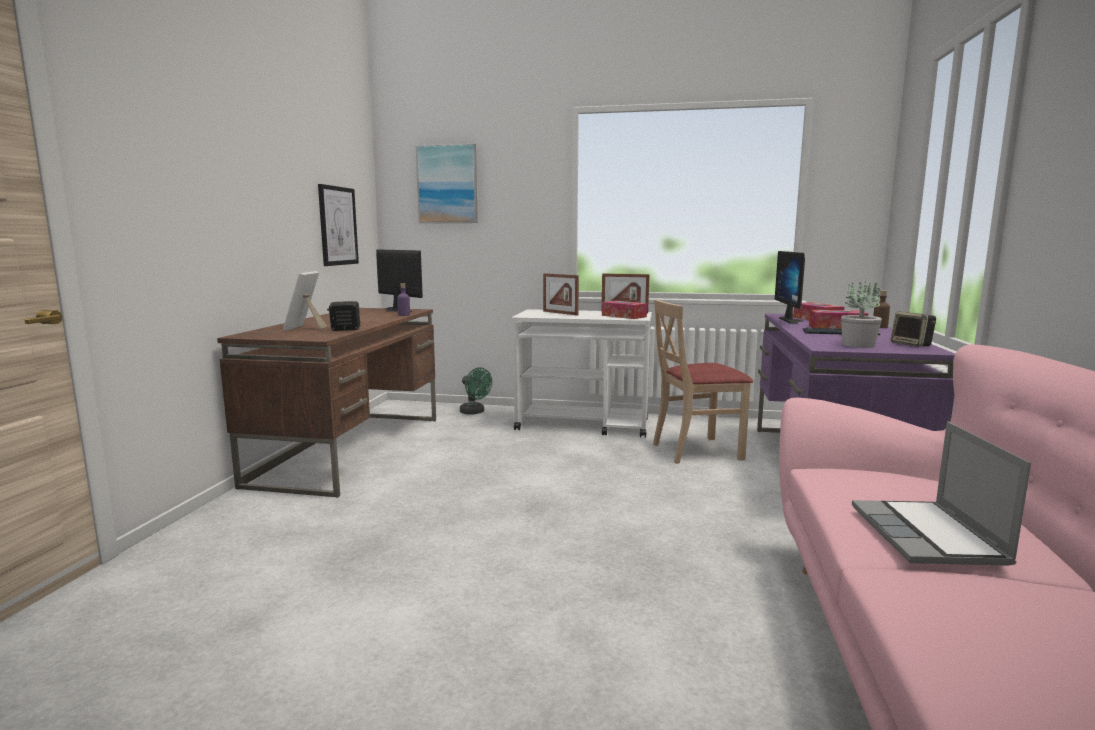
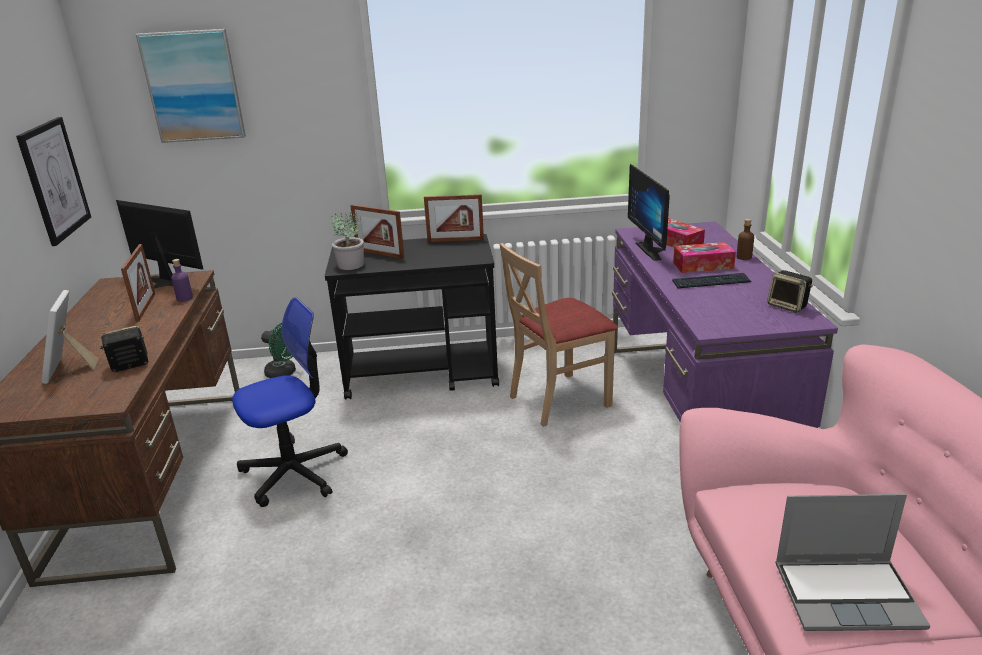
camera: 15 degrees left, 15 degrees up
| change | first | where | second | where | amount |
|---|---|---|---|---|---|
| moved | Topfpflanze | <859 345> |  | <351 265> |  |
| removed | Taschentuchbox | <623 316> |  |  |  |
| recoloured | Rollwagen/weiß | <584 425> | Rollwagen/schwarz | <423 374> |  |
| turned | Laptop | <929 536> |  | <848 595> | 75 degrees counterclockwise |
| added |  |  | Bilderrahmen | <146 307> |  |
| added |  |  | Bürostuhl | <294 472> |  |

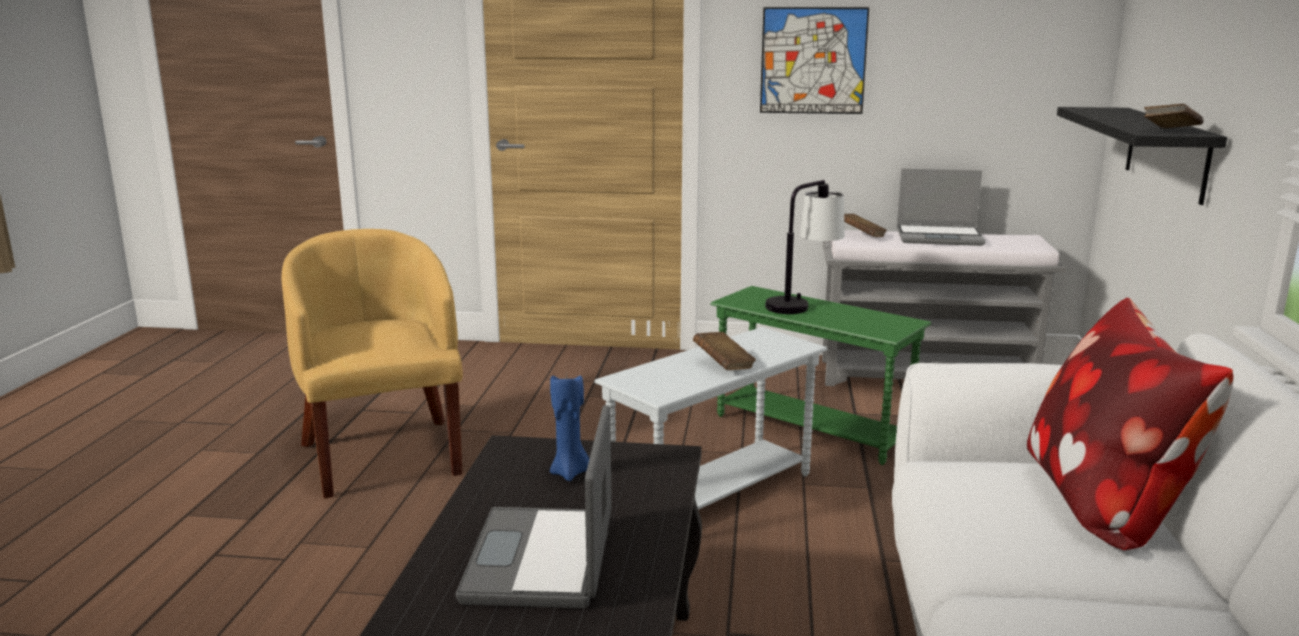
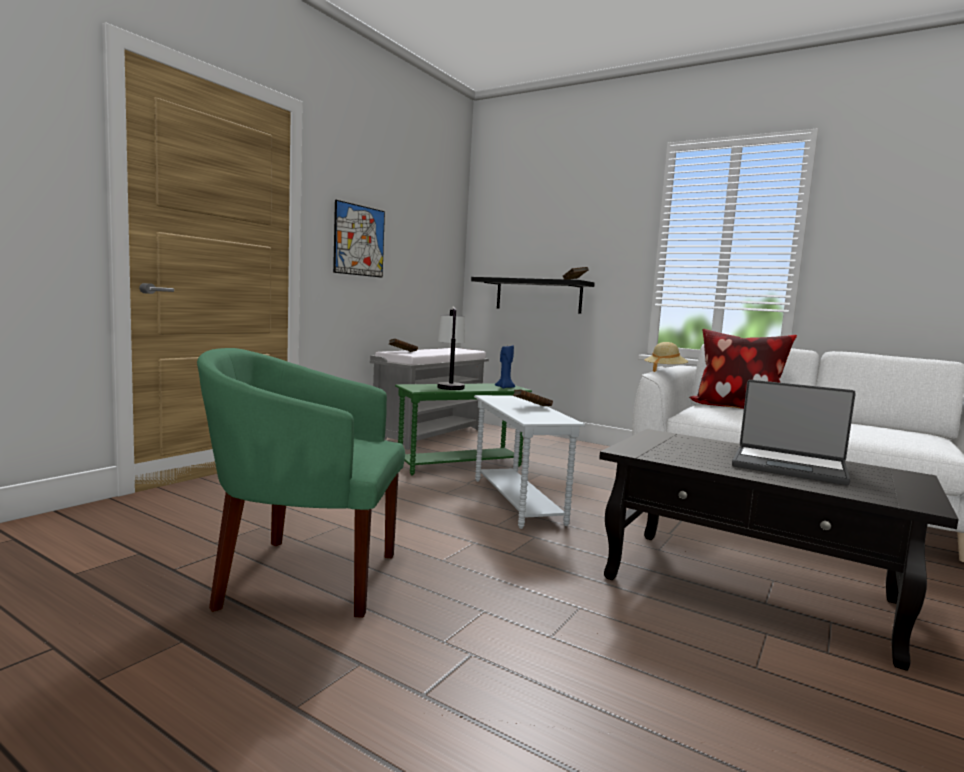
camera: 65 degrees left, 10 degrees down
| change | first | where | second | where | amount |
|---|---|---|---|---|---|
| removed | Laptop | <940 237> |  |  |  |
| recoloured | Sessel/gelb | <383 454> | Sessel/grün | <303 577> |  |
| moved | Kerze/blau | <570 473> |  | <504 387> |  |
| added |  |  | Hut/beige | <664 371> |  |

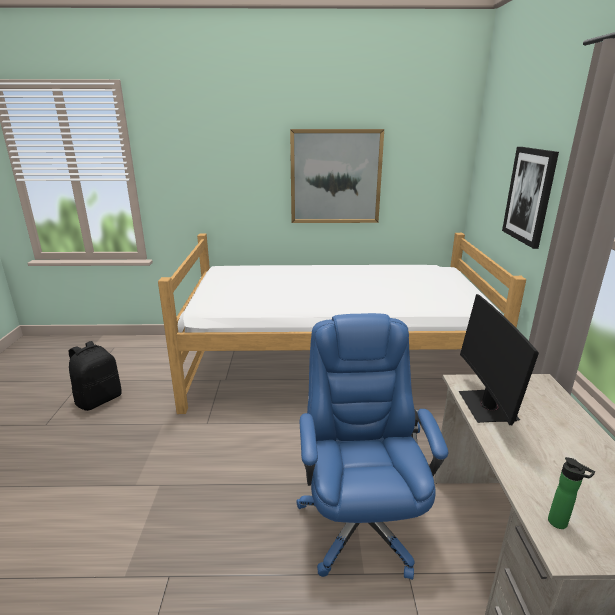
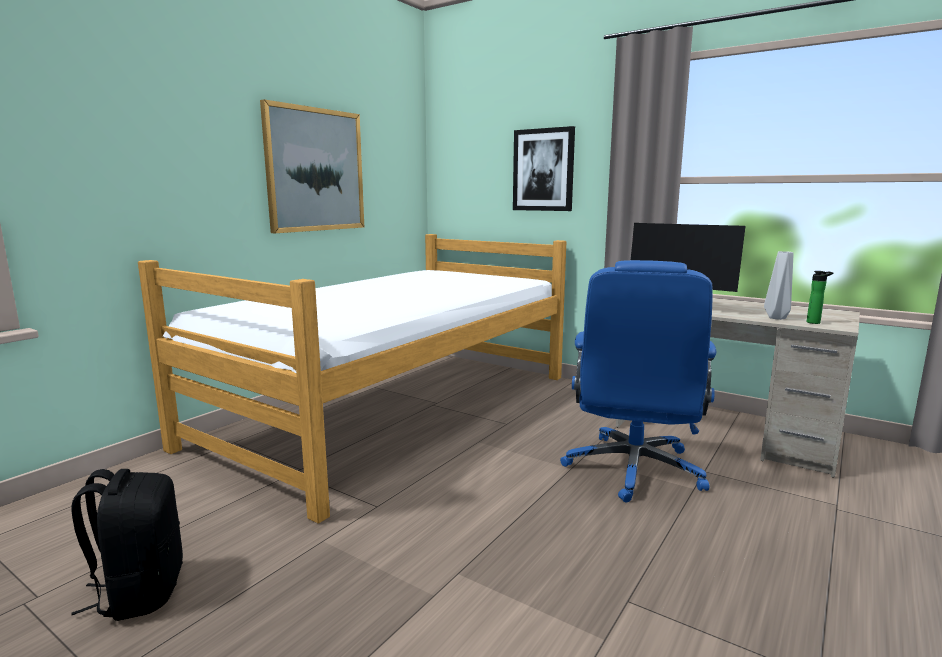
camera: 55 degrees left, 10 degrees down
| change | first | where | second | where | amount |
|---|---|---|---|---|---|
| turned | Bürostuhl/blau | <361 521> |  | <633 470> | 105 degrees counterclockwise |
| added |  |  | Vase/grau | <776 317> |  |

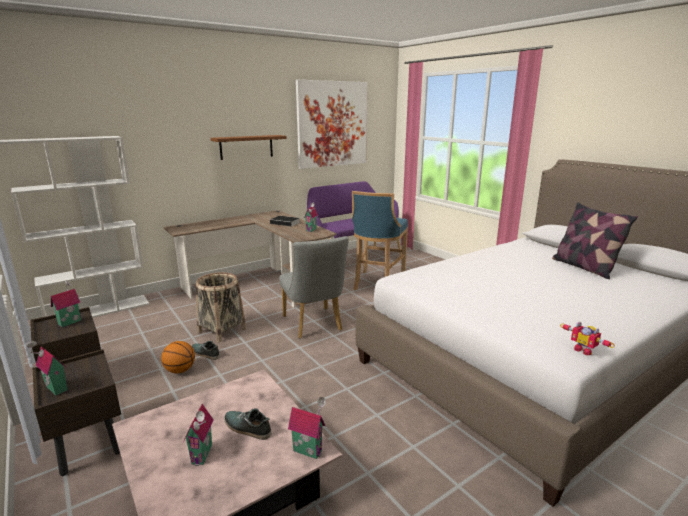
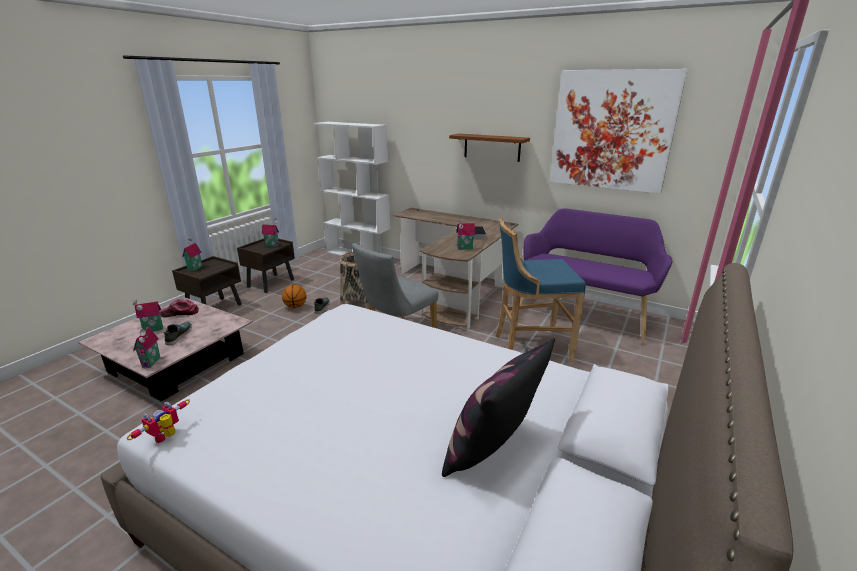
camera: 65 degrees right, 5 degrees up
| change | first | where | second | where | amount |
|---|---|---|---|---|---|
| added |  |  | Kappe | <180 313> |  |

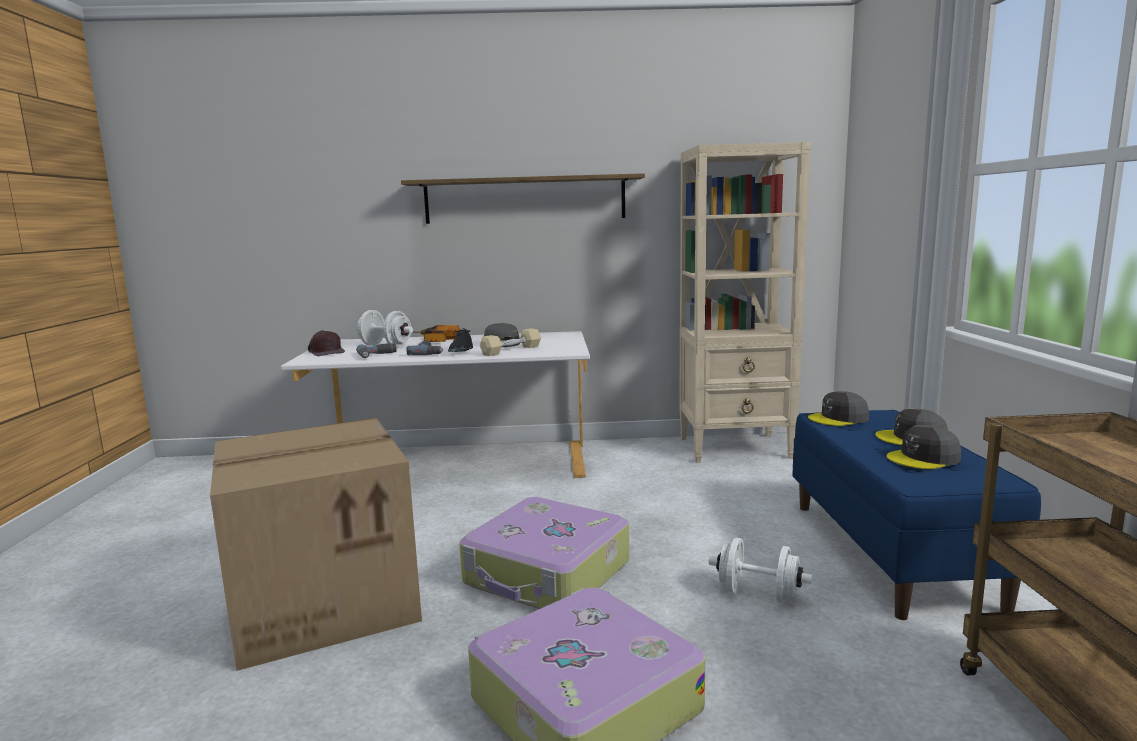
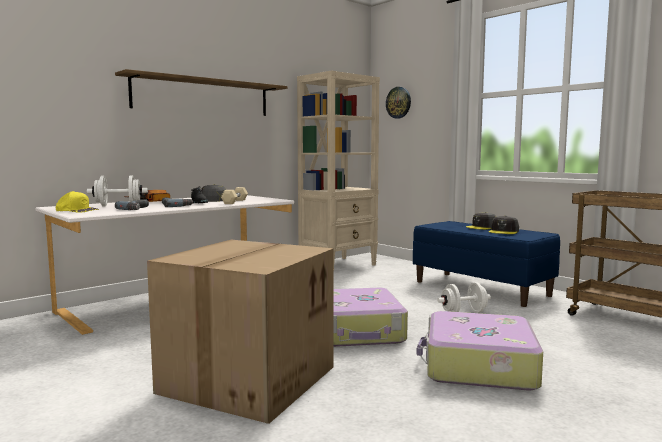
camera: 40 degrees left, 5 degrees down
| change | first | where | second | where | amount |
|---|---|---|---|---|---|
| recoloured | Kappe/braun | <326 352> | Kappe/gelb | <76 210> |  |
| removed | Kappe/grau | <838 418> |  |  |  |
| added |  |  | Wanduhr | <398 102> |  |

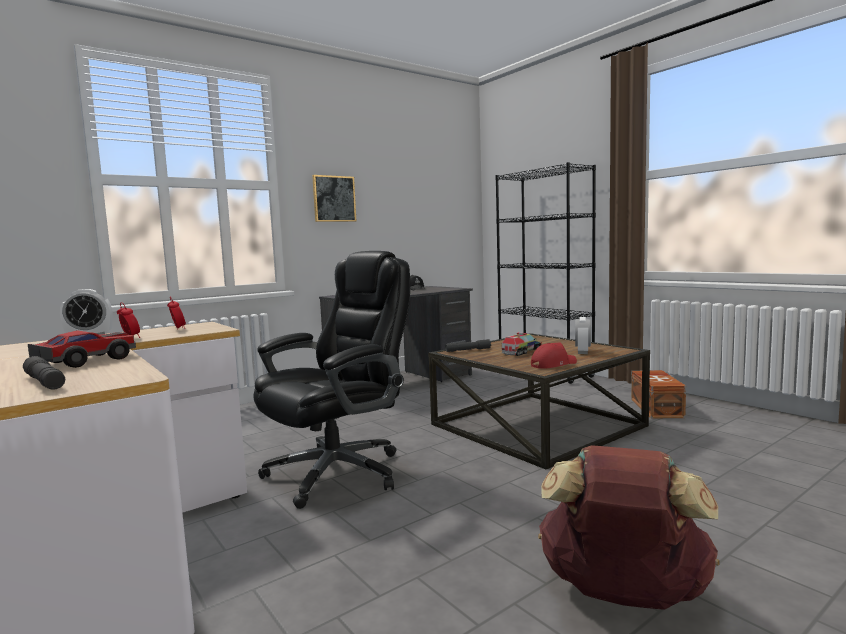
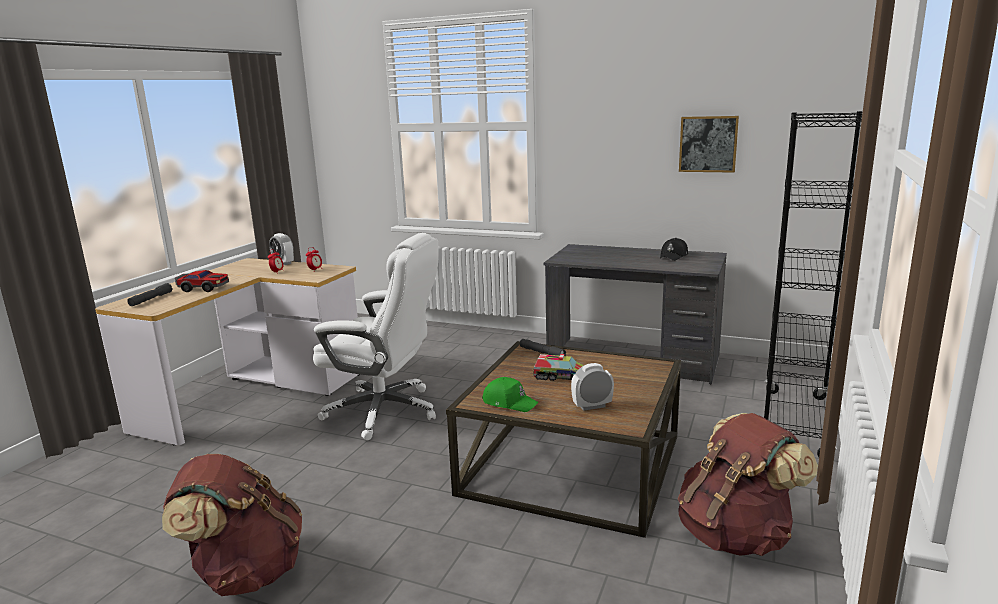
camera: 60 degrees right, 10 degrees up
| change | first | where | second | where | amount |
|---|---|---|---|---|---|
| moved | Bild | <334 199> |  | <708 144> |  |
| recoloured | Bürostuhl/schwarz | <338 472> | Bürostuhl/weiß | <385 411> |  |
| recoloured | Kappe/rot | <553 364> | Kappe/grün | <509 402> |  |
| replaced | Aufbewahrungsbox/braun | <657 407> | Rucksack/braun | <735 535> |  |

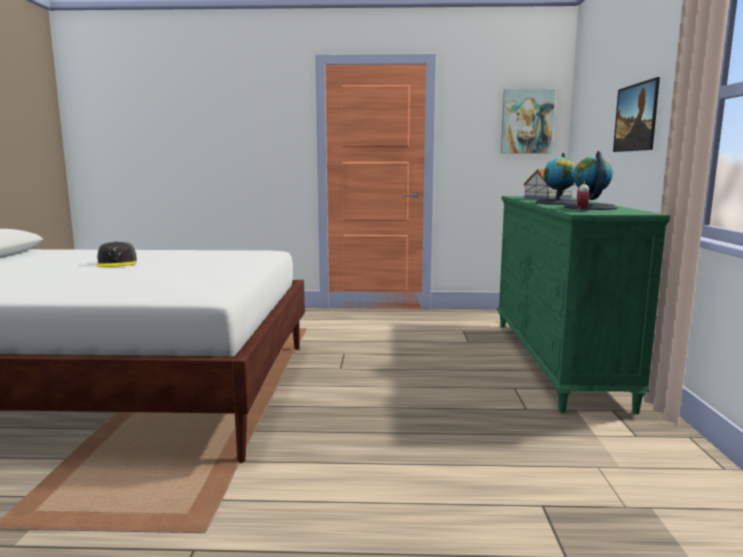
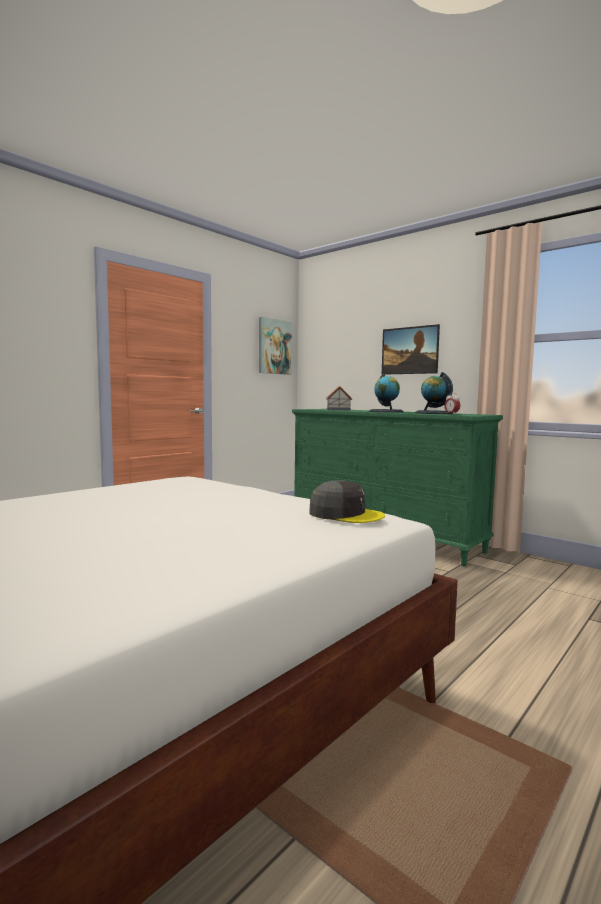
camera: 50 degrees left, 5 degrees down
| change | first | where | second | where | amount |
|---|---|---|---|---|---|
| moved | Kappe/grau | <117 263> |  | <345 514> |  |

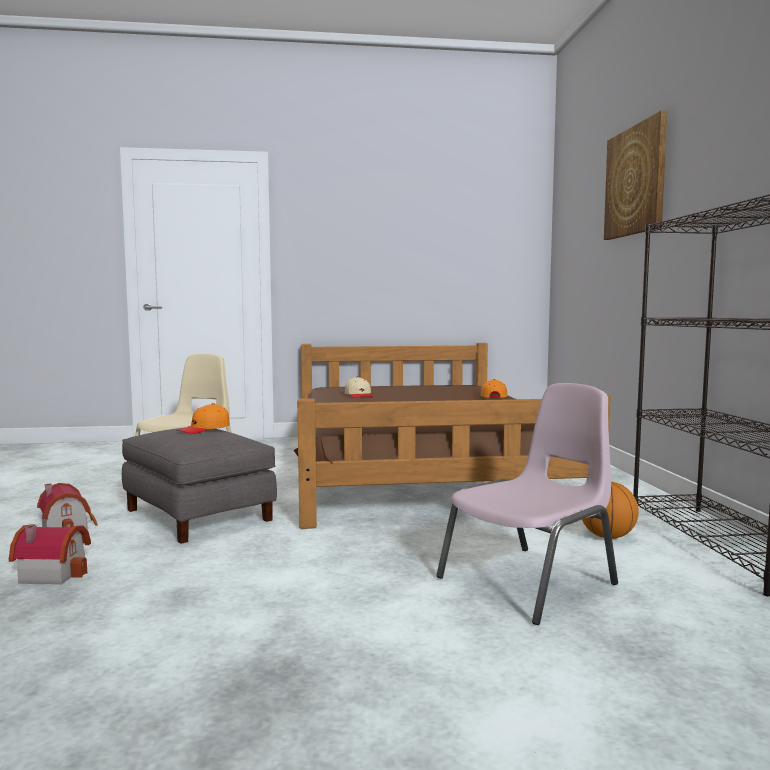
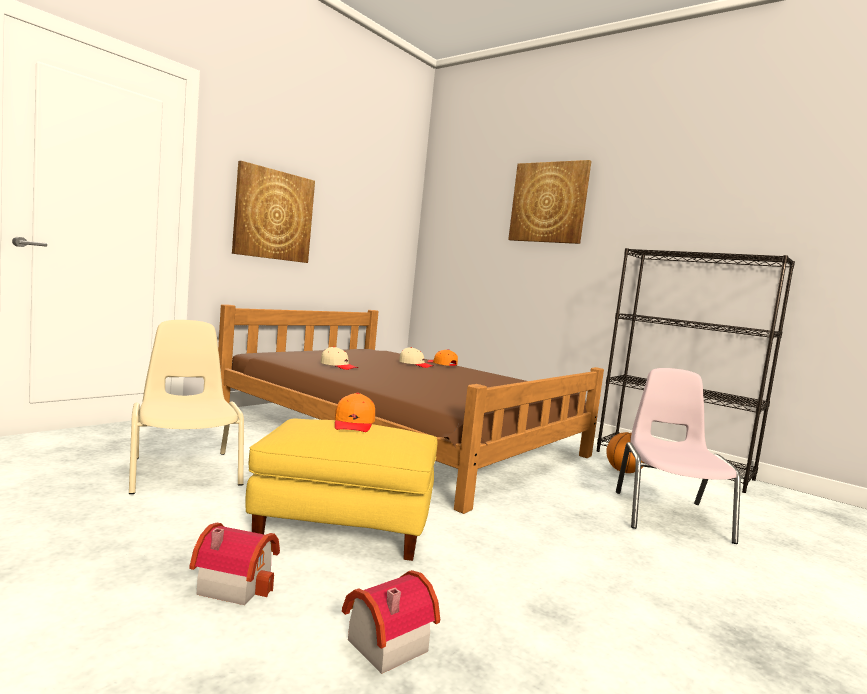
camera: 45 degrees left, 0 degrees up
| change | first | where | second | where | amount |
|---|---|---|---|---|---|
| recoloured | Polsterhocker/grau | <199 515> | Polsterhocker/gelb | <345 524> |  |
| added |  |  | Bild | <273 215> |  |
| added |  |  | Kappe/beige | <415 364> |  |

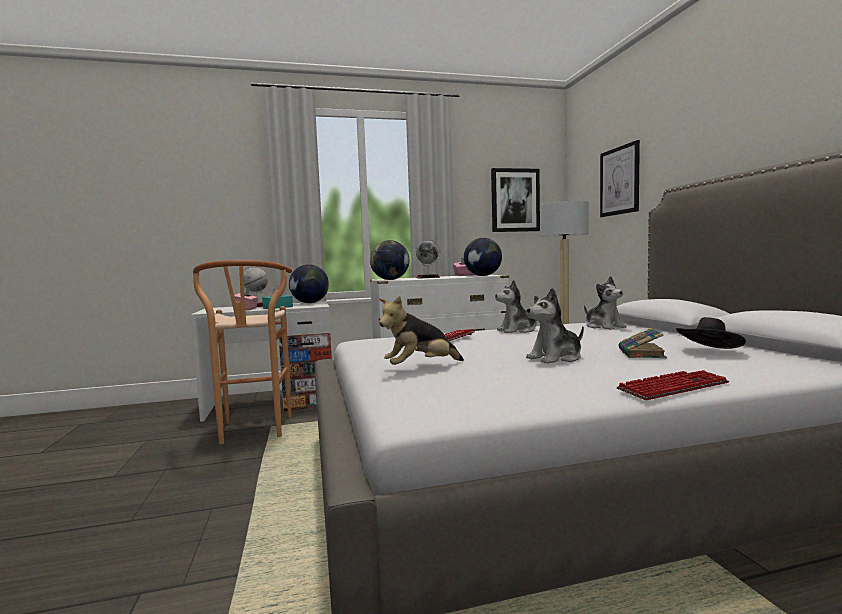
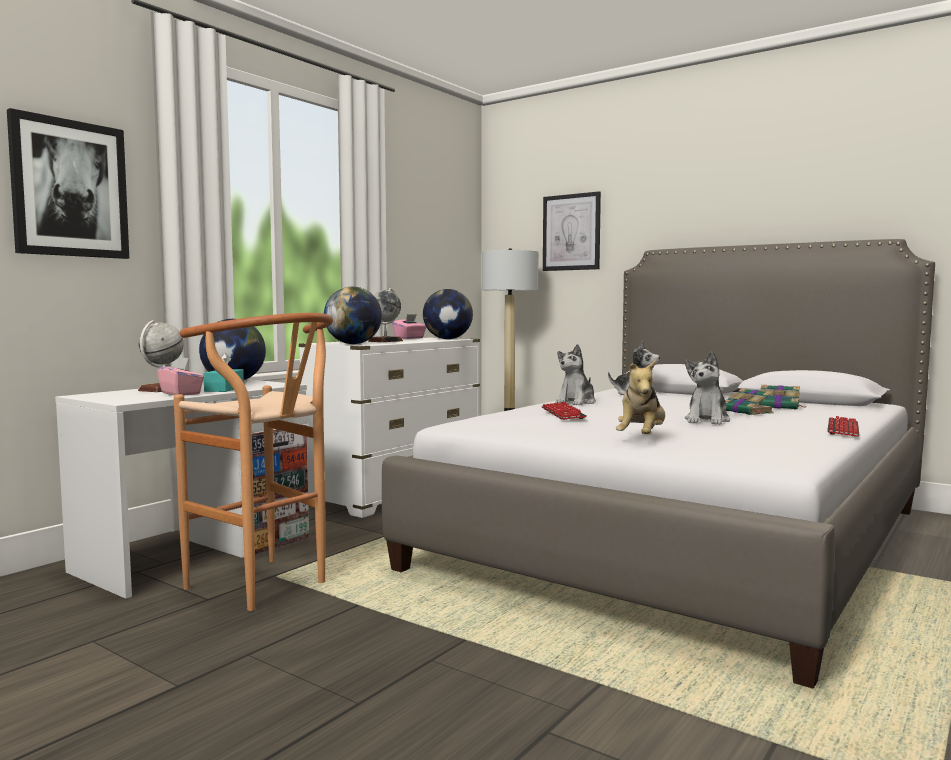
camera: 40 degrees left, 0 degrees up
| change | first | where | second | where | amount |
|---|---|---|---|---|---|
| moved | Bild | <515 200> |  | <70 189> |  |
| replaced | Hut/schwarz | <709 352> | Buch | <780 407> |  |

